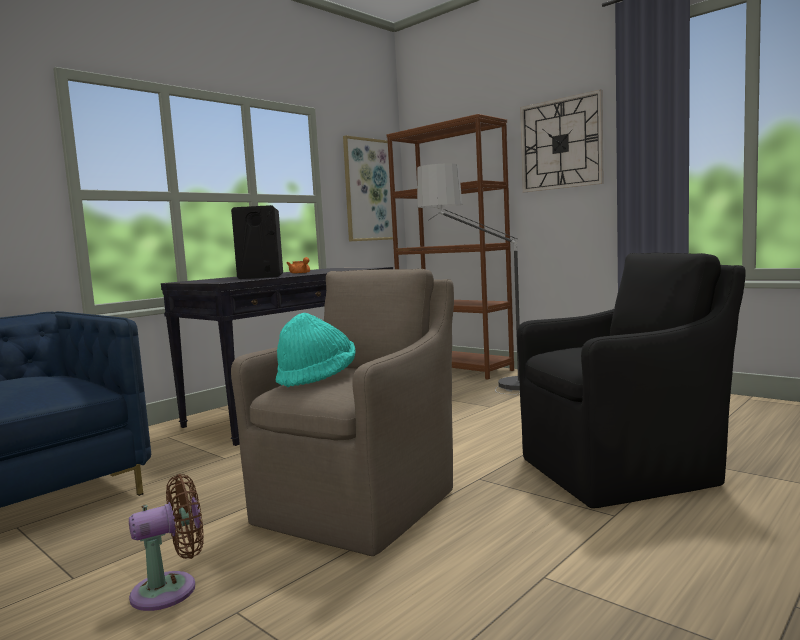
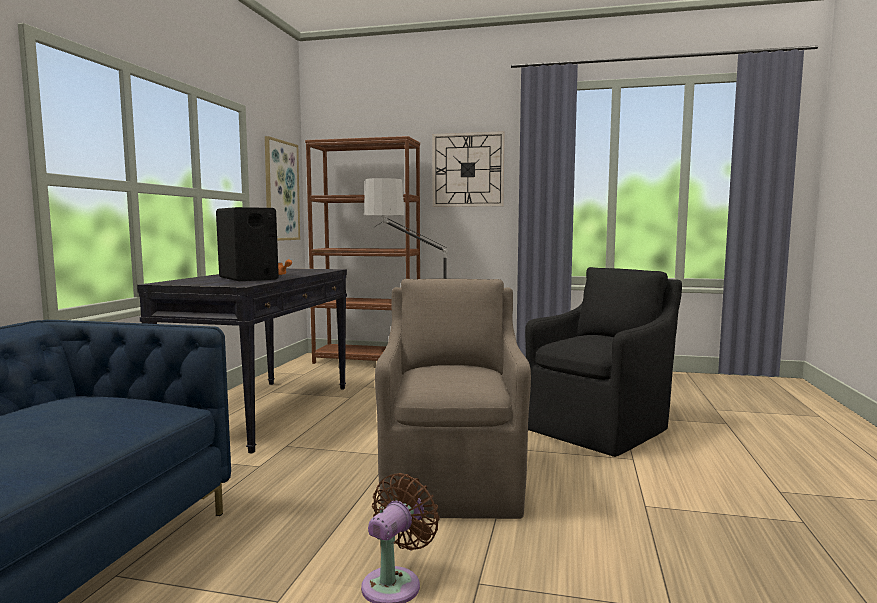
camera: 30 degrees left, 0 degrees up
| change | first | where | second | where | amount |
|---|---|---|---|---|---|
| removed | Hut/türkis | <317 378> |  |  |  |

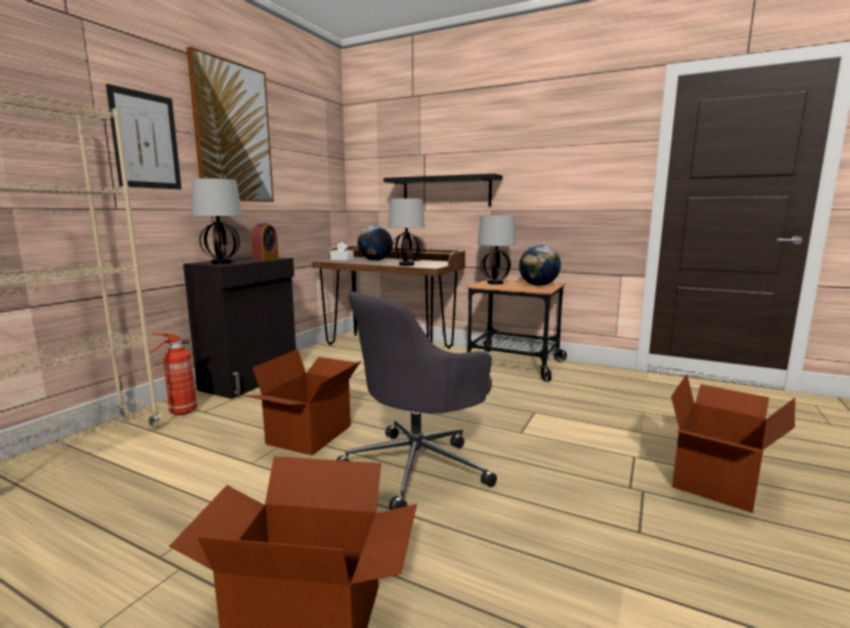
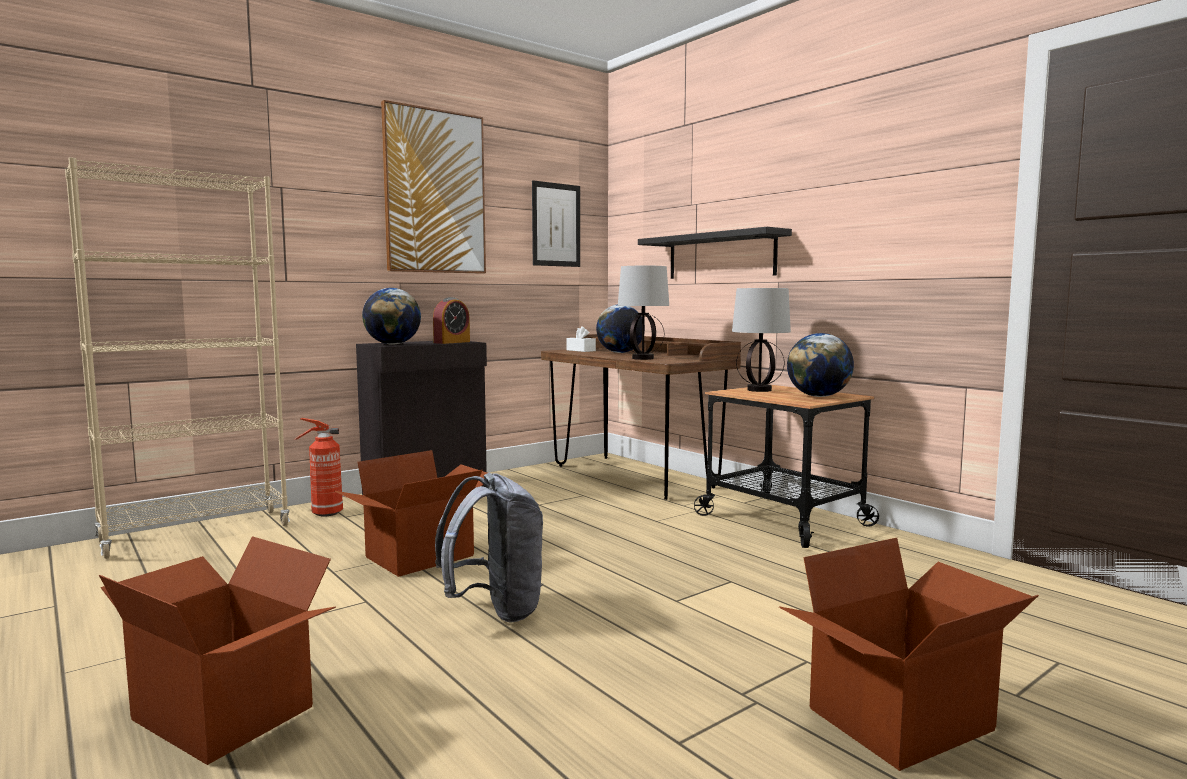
camera: 25 degrees right, 5 degrees down
| change | first | where | second | where | amount |
|---|---|---|---|---|---|
| moved | Bild | <146 140> |  | <556 225> |  |
| replaced | Tischlampe | <222 263> | Globus | <393 344> |  |
| replaced | Bürostuhl/grau | <418 467> | Rucksack/grau | <495 610> |  |

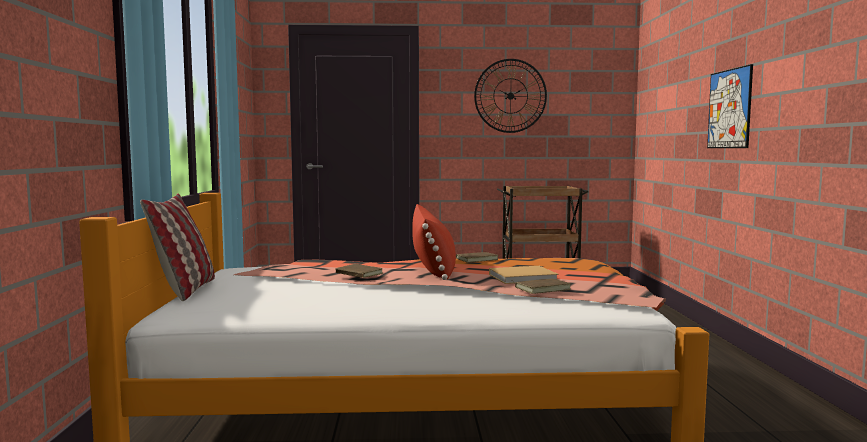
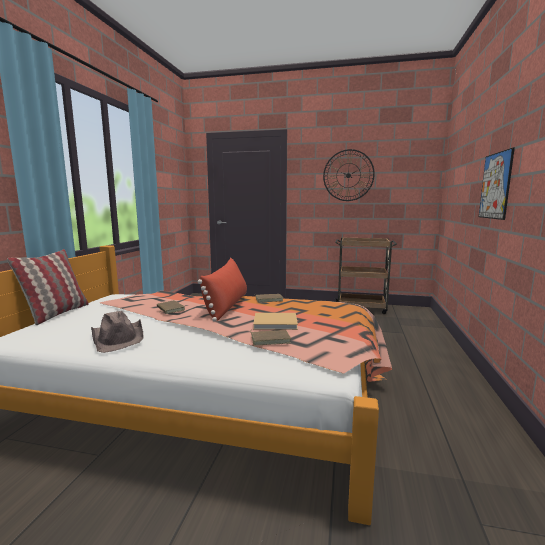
camera: 15 degrees right, 5 degrees up
| change | first | where | second | where | amount |
|---|---|---|---|---|---|
| added |  |  | Hut/braun | <119 337> |  |

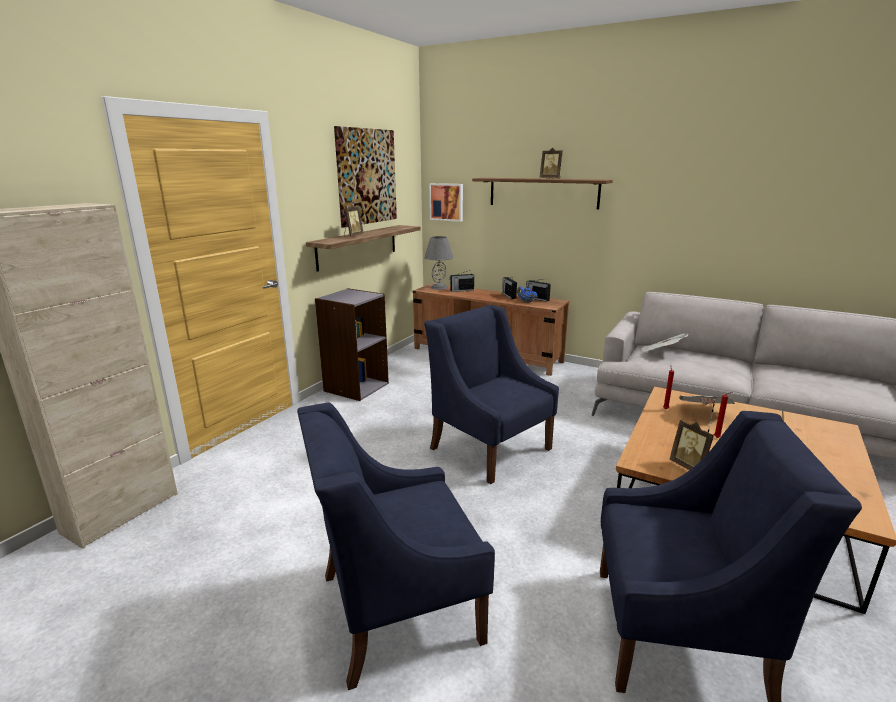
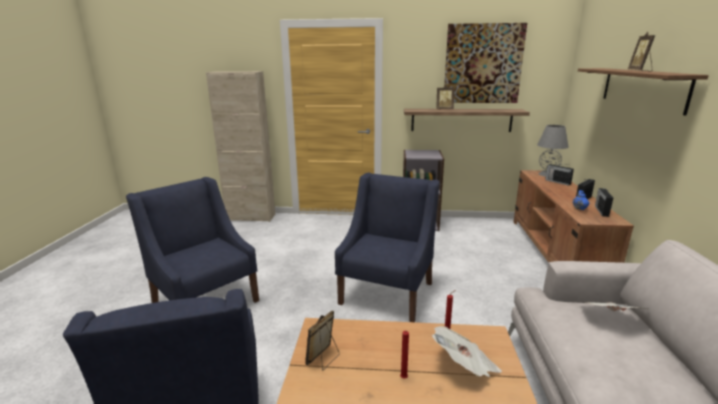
camera: 65 degrees right, 0 degrees up
| change | first | where | second | where | amount |
|---|---|---|---|---|---|
| removed | Bild | <447 202> |  |  |  |

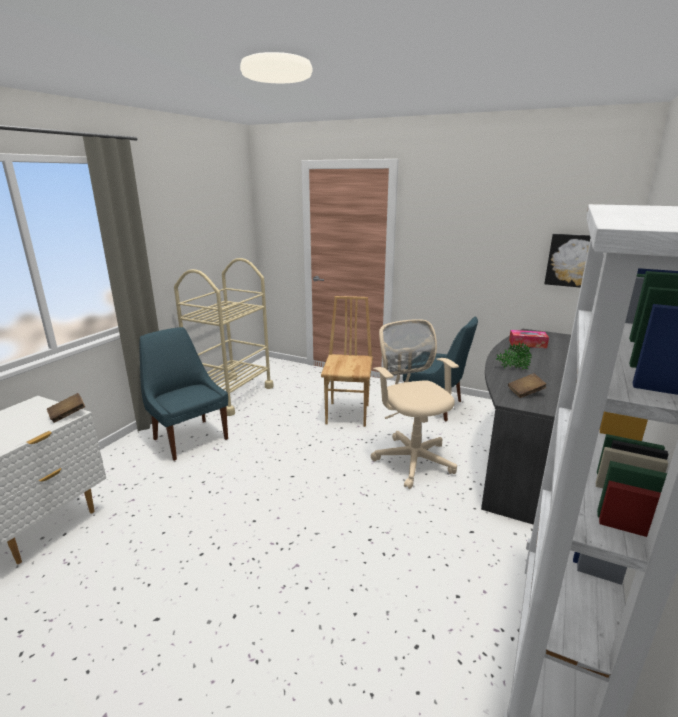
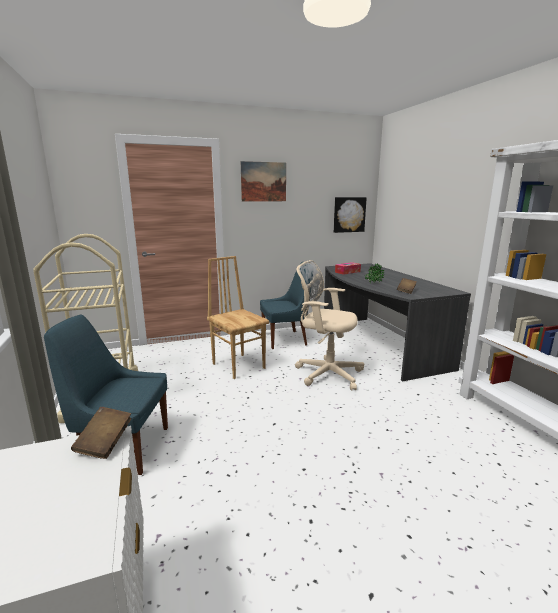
camera: 45 degrees left, 5 degrees down
| change | first | where | second | where | amount |
|---|---|---|---|---|---|
| added |  |  | Bild | <263 182> |  |

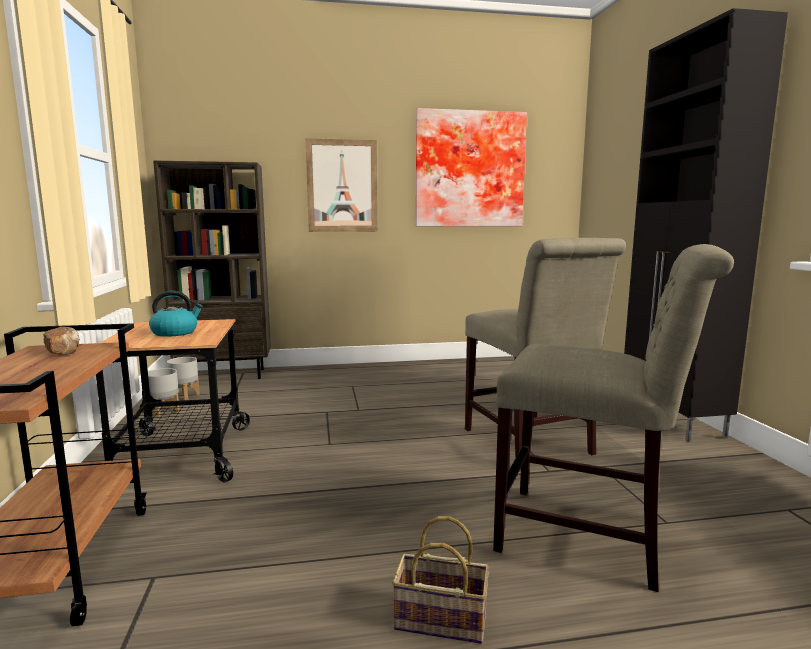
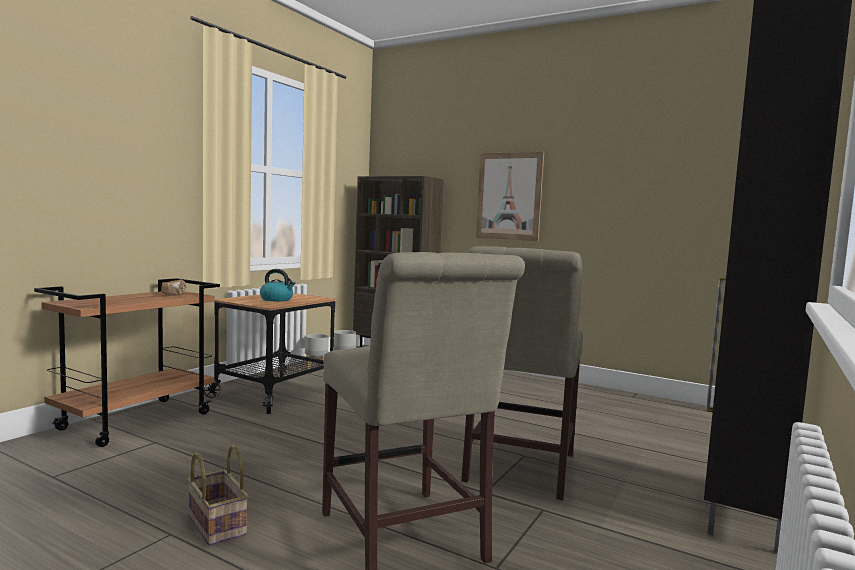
camera: 40 degrees right, 5 degrees down
| change | first | where | second | where | amount |
|---|---|---|---|---|---|
| removed | Bild | <469 170> |  |  |  |

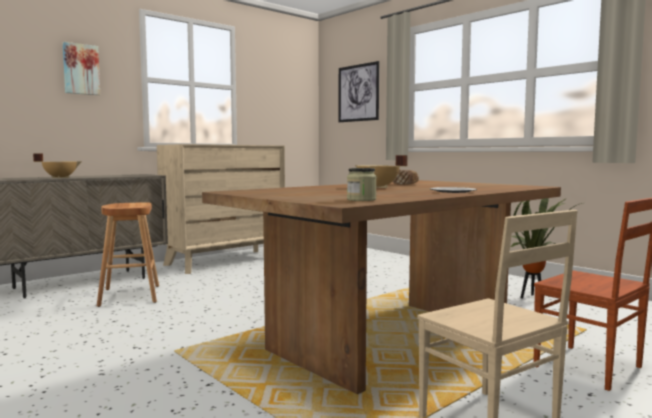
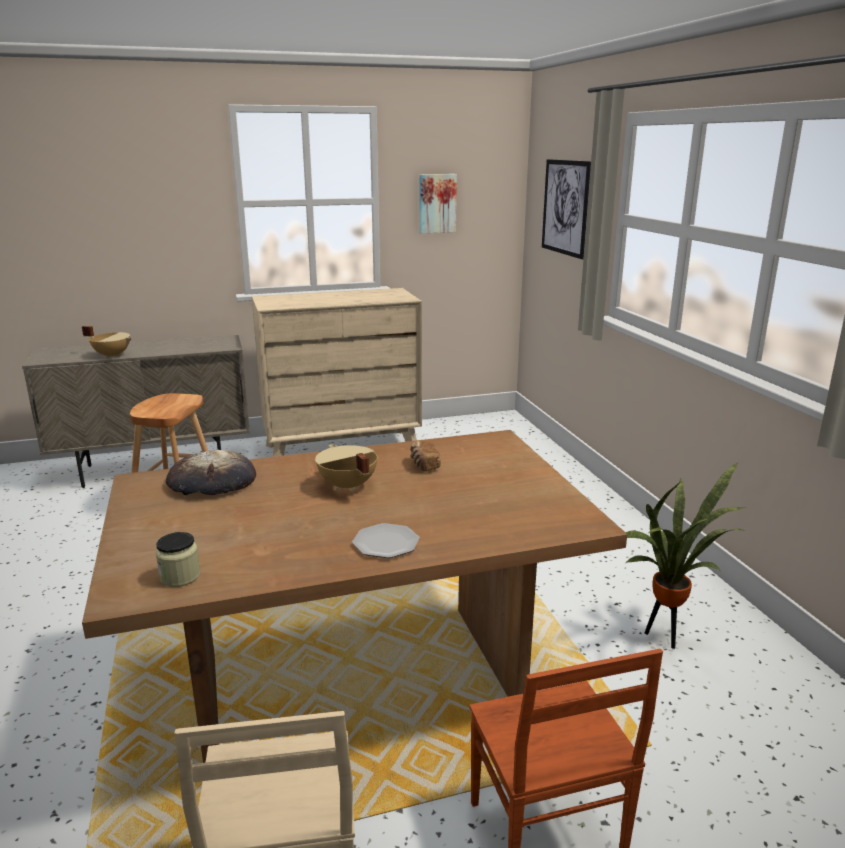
camera: 25 degrees right, 15 degrees up
| change | first | where | second | where | amount |
|---|---|---|---|---|---|
| moved | Bild | <81 69> |  | <437 203> |  |
| added |  |  | Brot | <211 481> |  |

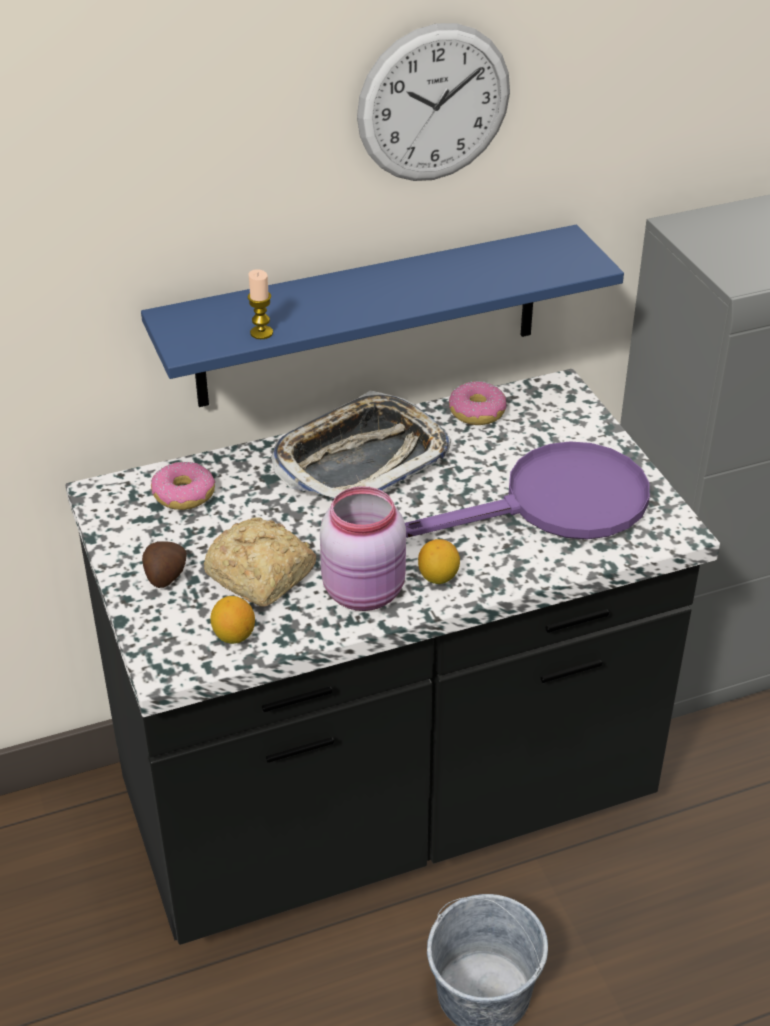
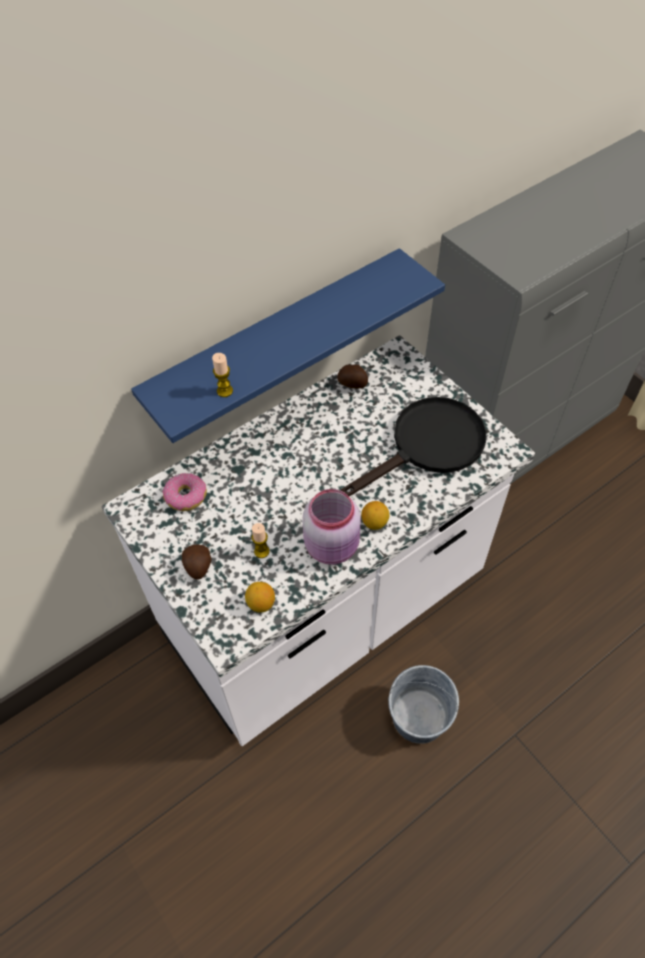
camera: 15 degrees left, 15 degrees up
| change | first | where | second | where | amount |
|---|---|---|---|---|---|
| removed | Wanduhr | <434 104> |  |  |  |
| recoloured | Küchenzeile/schwarz | <385 805> | Küchenzeile/weiß | <325 610> |  |
| replaced | Donut | <477 412> | Kartoffel | <353 384> |  |
| removed | Tablett | <361 459> |  |  |  |
| recoloured | Pfanne/lila | <557 505> | Pfanne/schwarz | <428 447> |  |
| replaced | Brot | <261 577> | Kerze | <261 551> |  |

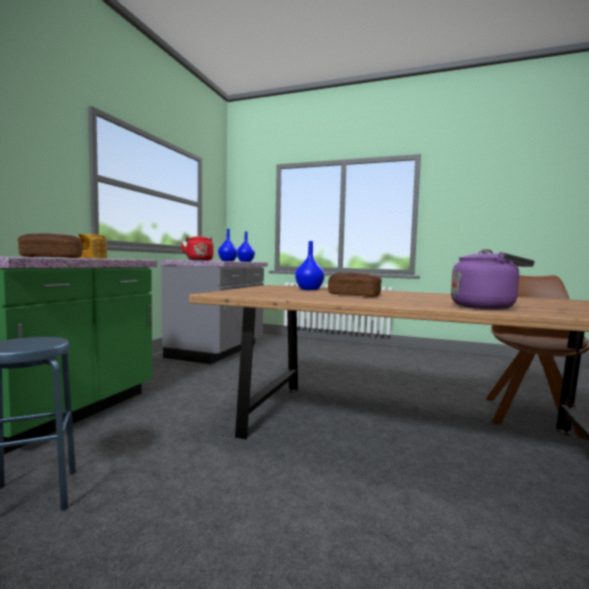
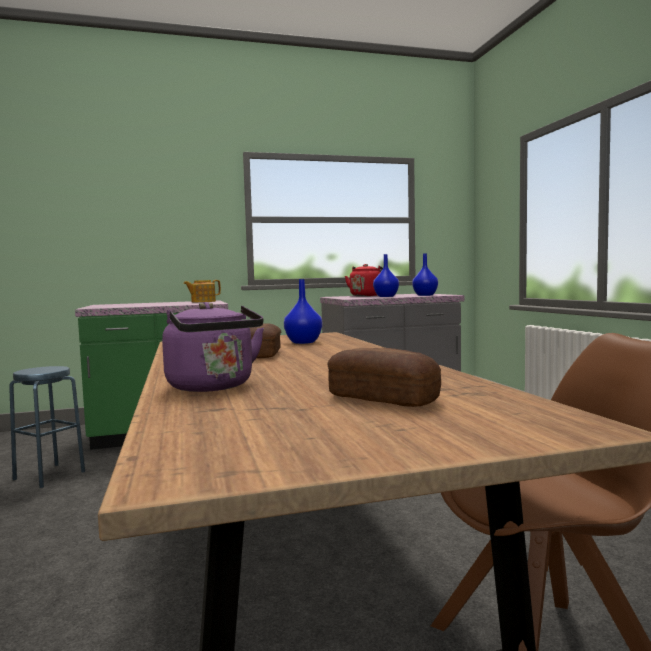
camera: 55 degrees right, 0 degrees up
| change | first | where | second | where | amount |
|---|---|---|---|---|---|
| moved | Brot | <51 257> |  | <382 399> |  |

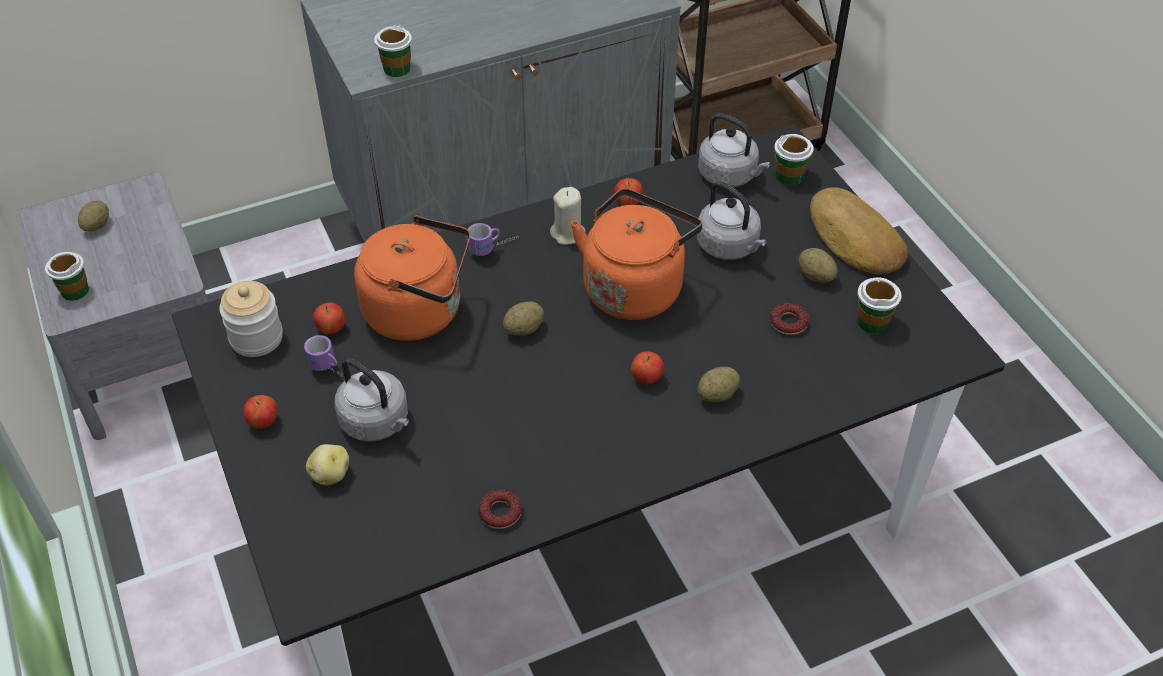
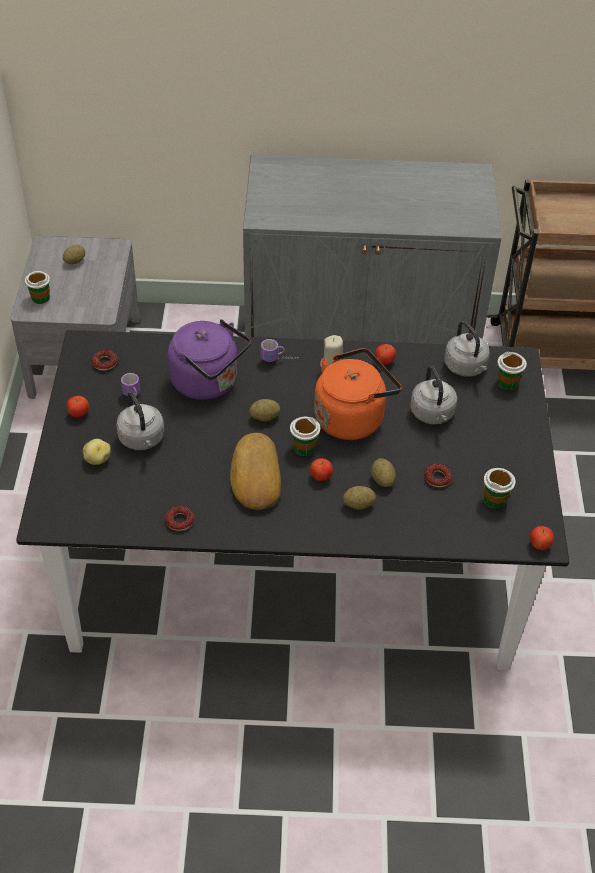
camera: 25 degrees right, 0 degrees up
| change | first | where | second | where | amount |
|---|---|---|---|---|---|
| moved | Tasse | <396 69> |  | <304 447> |  |
| moved | Brot | <853 240> |  | <254 477> |  |
| recoloured | Wasserkessel/orange | <420 312> | Wasserkessel/lila | <208 383> |  |
| moved | Kartoffel | <815 276> |  | <382 480> |  |
| replaced | Vorratsglas | <256 338> | Donut | <104 362> |  |
| moved | Apfel | <331 329> |  | <539 545> |  |

